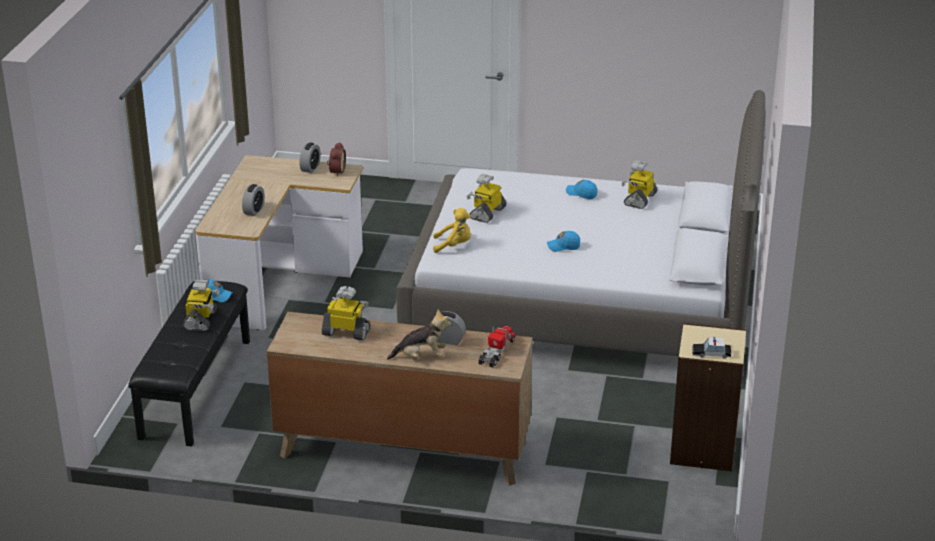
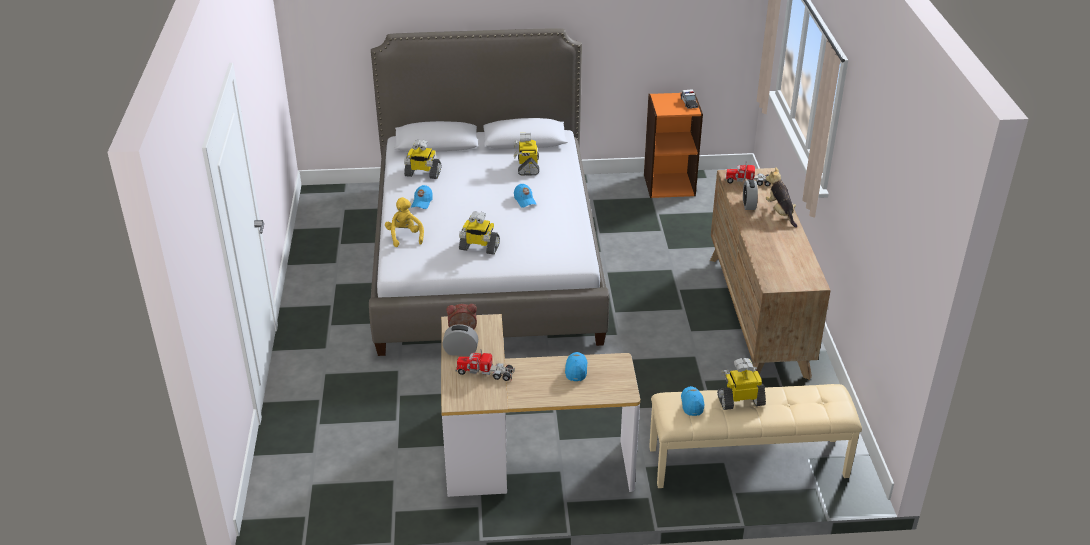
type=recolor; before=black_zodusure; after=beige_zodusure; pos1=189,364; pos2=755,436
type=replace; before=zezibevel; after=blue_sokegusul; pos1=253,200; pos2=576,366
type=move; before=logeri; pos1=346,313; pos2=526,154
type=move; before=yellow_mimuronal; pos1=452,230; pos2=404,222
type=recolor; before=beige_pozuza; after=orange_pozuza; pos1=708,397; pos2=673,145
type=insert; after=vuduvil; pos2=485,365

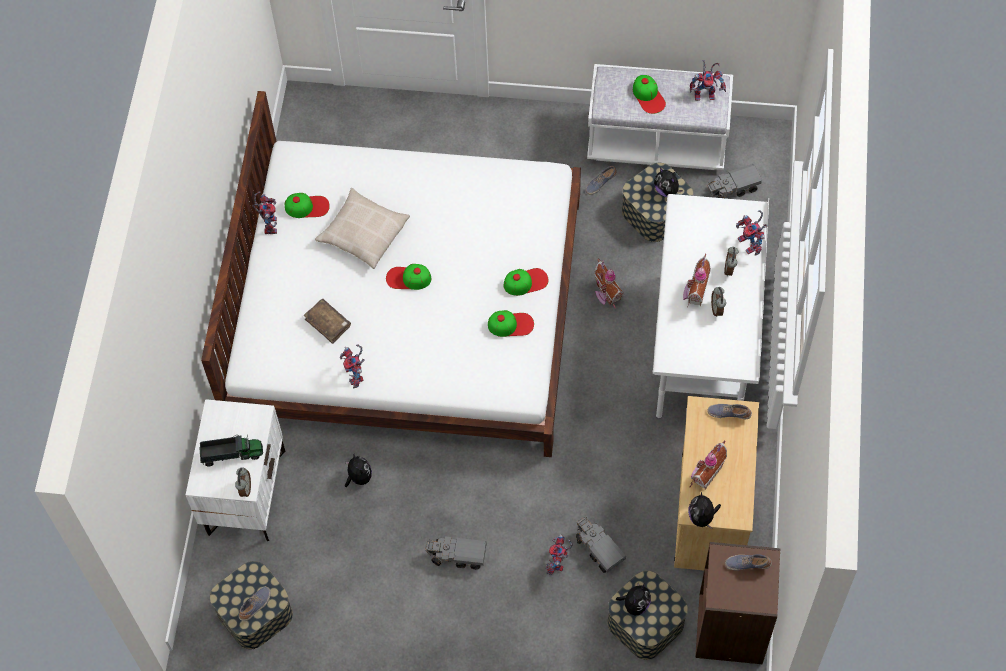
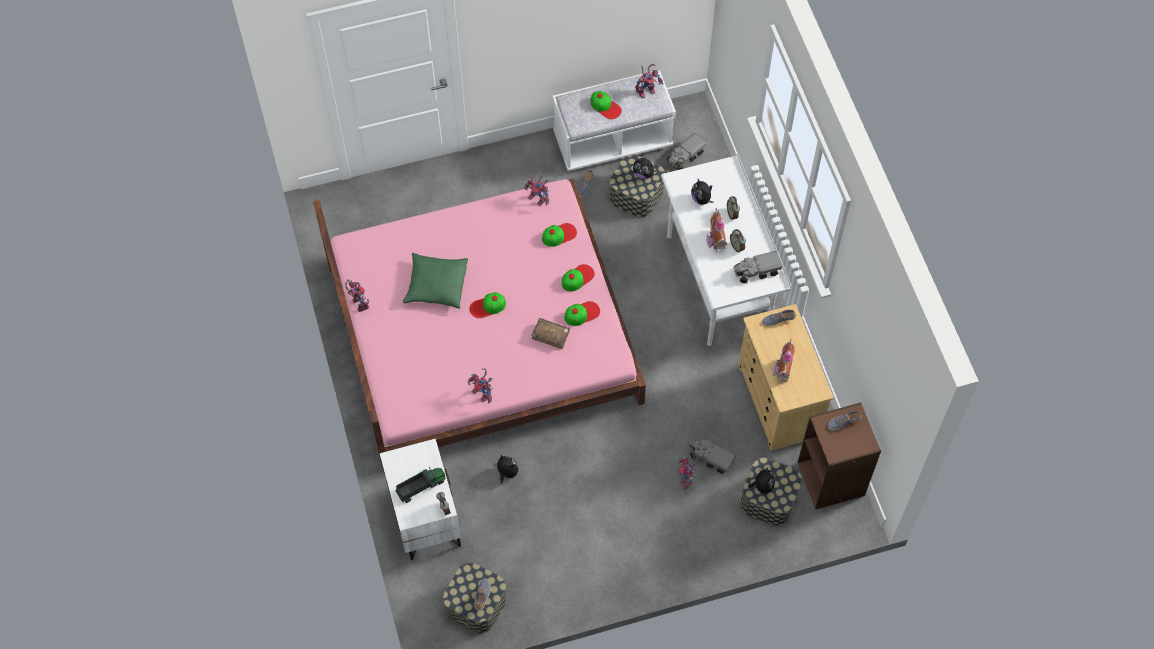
type=recolor; before=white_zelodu; after=pink_zelodu; pos1=391,274; pos2=479,325
type=move; before=sokegusul; pos1=307,205; pos2=559,235
type=move; before=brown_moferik; pos1=327,321; pos2=551,333
type=recolor; before=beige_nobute; after=green_nobute; pos1=362,228; pos2=435,281
type=move; before=vuduvil; pos1=456,553; pos2=757,267
type=delete; before=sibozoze; pos1=609,283
type=move; before=mimuronal; pos1=704,510; pos2=702,192
type=move; before=logeri; pos1=752,233; pos2=536,188

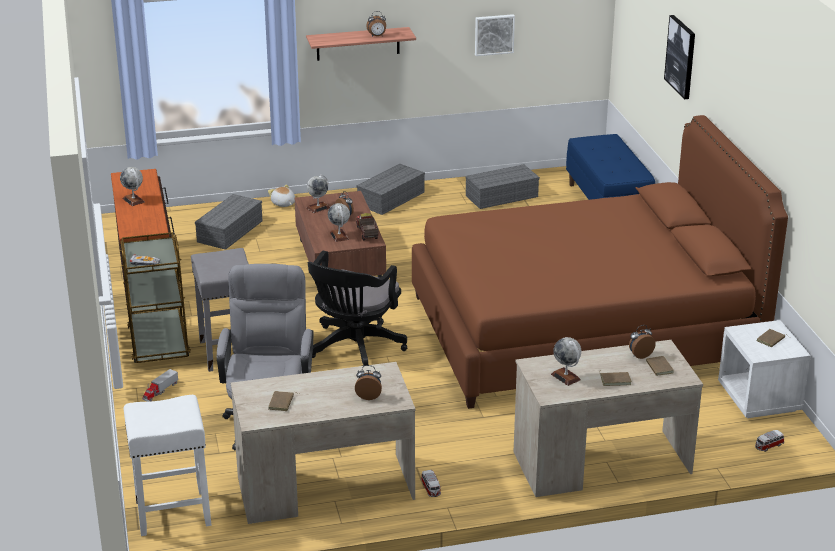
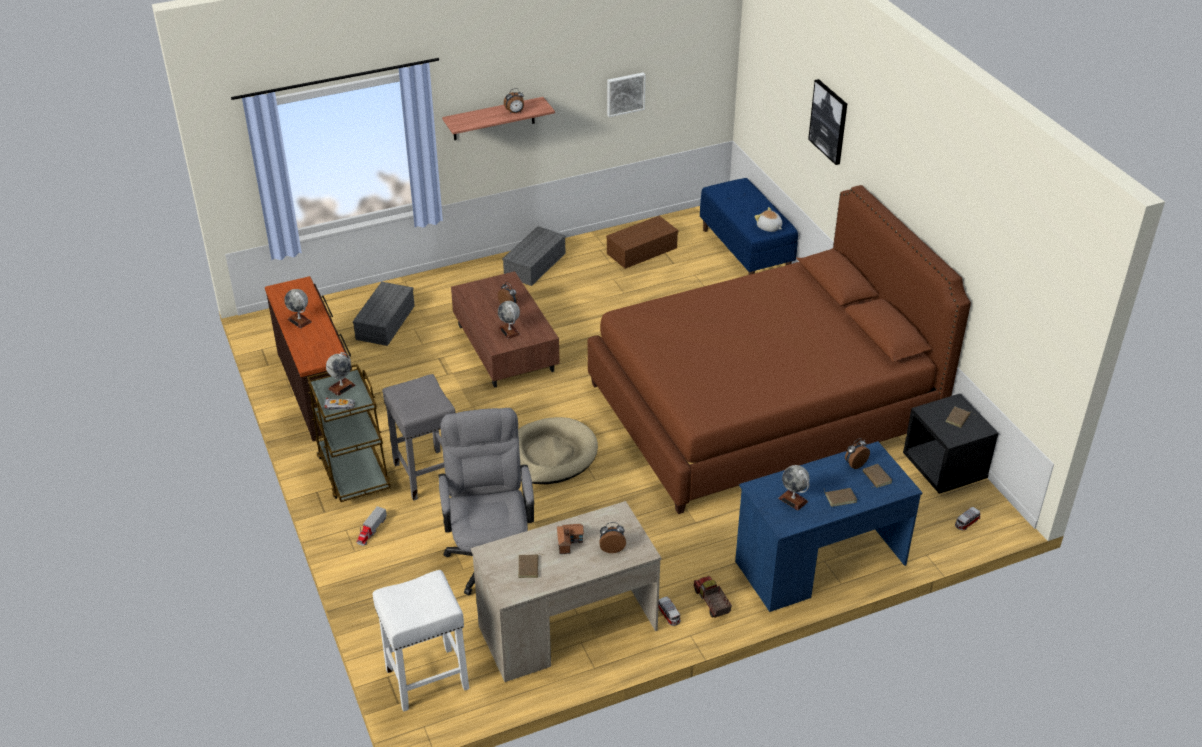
type=move; before=mimuronal; pos1=281,195; pos2=768,219
type=move; before=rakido; pos1=318,194; pos2=341,374
type=replace; before=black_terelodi; after=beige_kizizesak; pos1=357,308; pos2=558,450
type=move; before=vuduvil; pos1=367,226; pos2=712,597
type=recolor; before=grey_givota; after=brown_givota; pos1=502,186; pos2=642,242
type=recolor; before=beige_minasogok; after=blue_minasogok; pos1=608,418; pos2=829,526
type=recolor; before=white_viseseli; after=black_viseseli; pos1=764,369; pos2=950,444
type=insert; after=sibozoze; pos2=570,539

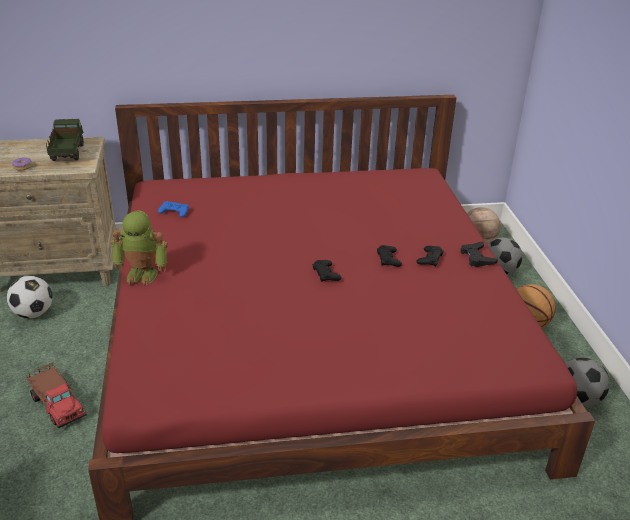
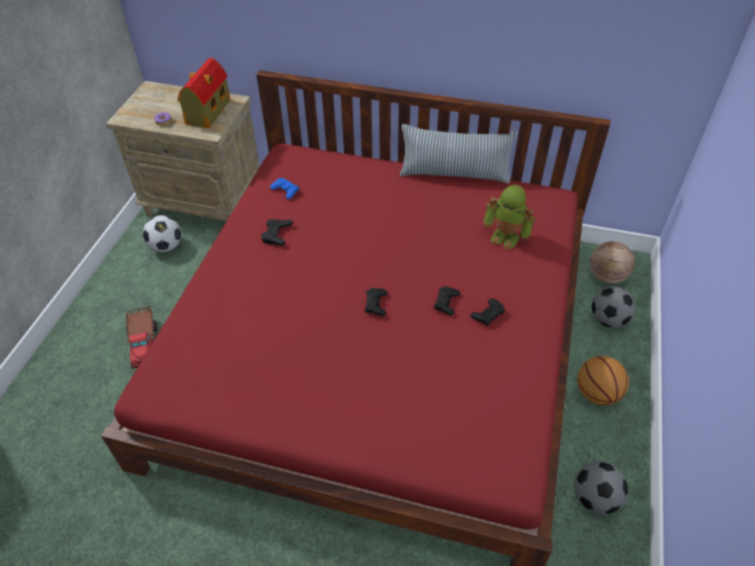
type=replace; before=vuduvil; after=sibozoze; pos1=65,140; pos2=204,93
type=move; before=logeri; pos1=139,248; pos2=509,217
type=move; before=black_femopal; pos1=479,254; pos2=277,232
type=insert; after=nobute; pos2=458,154

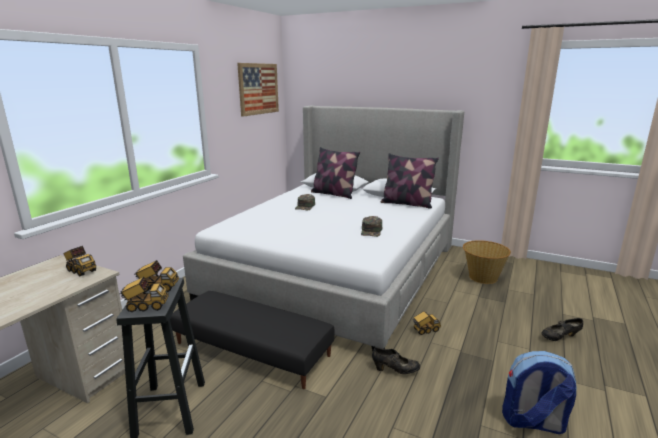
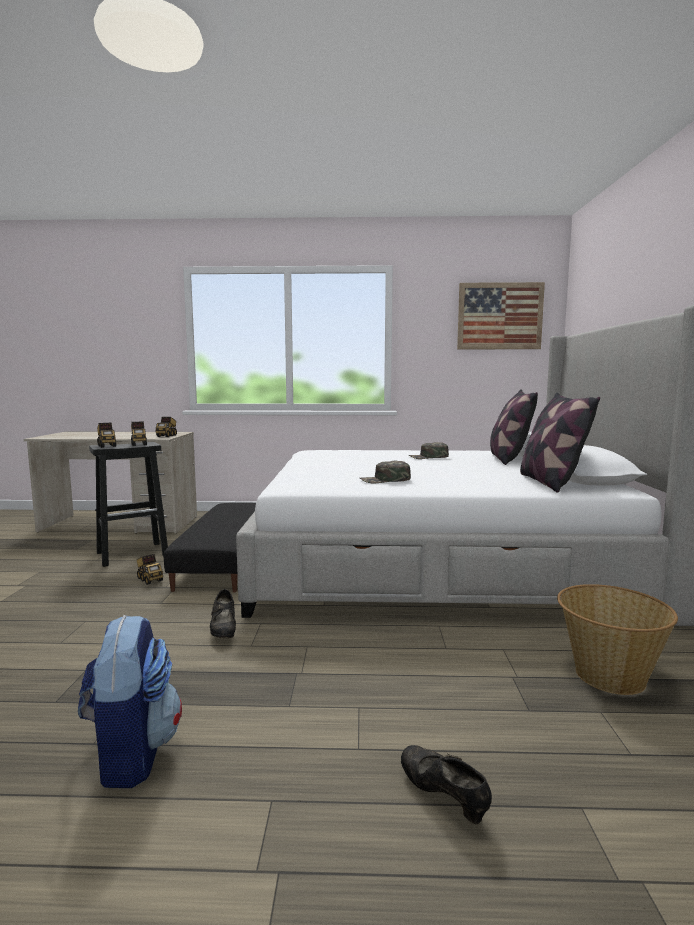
type=move; before=vuduvil; pos1=426,323; pos2=150,569

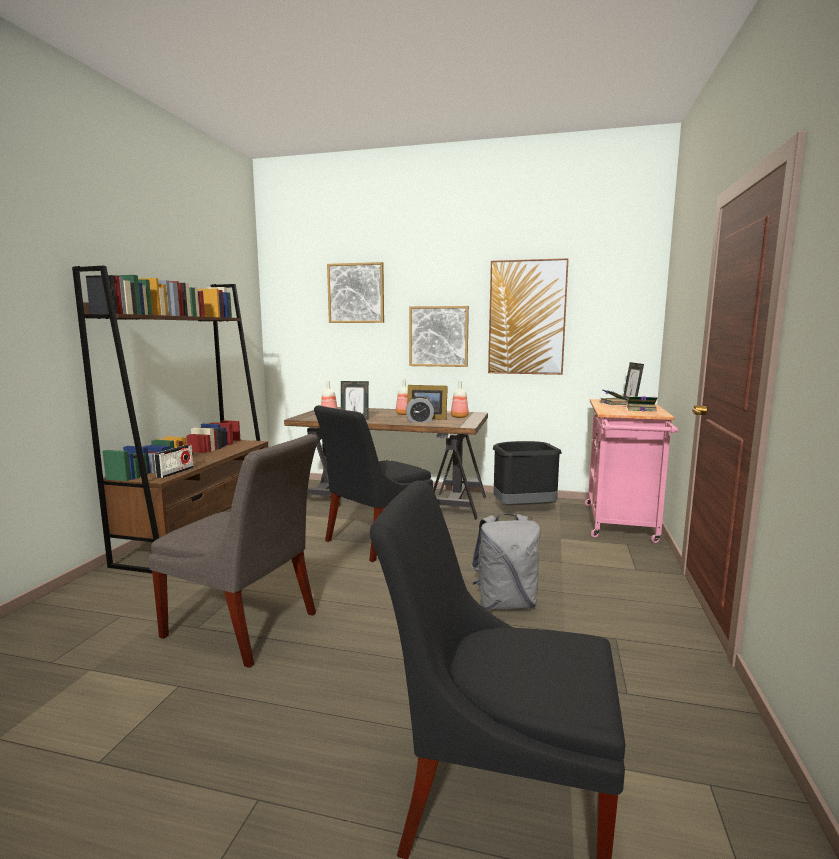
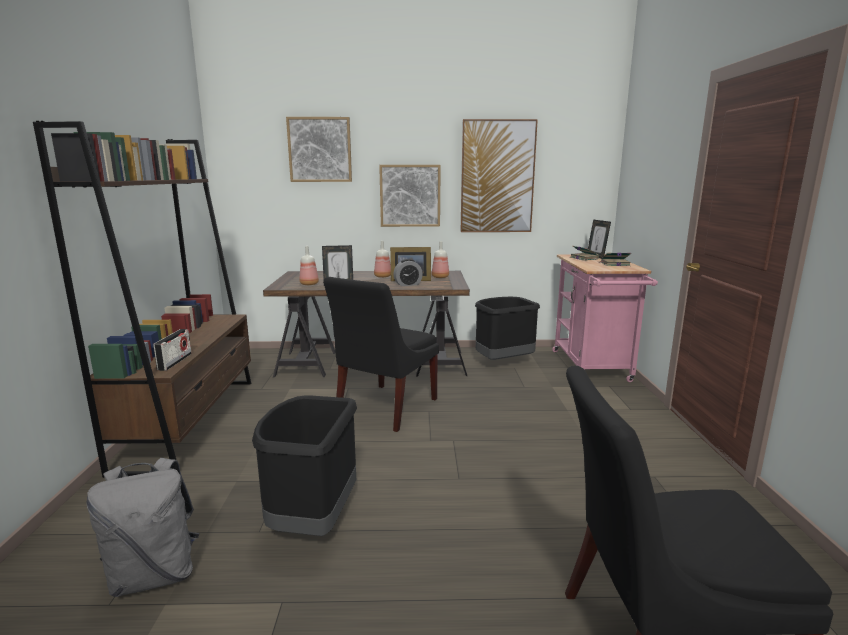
type=replace; before=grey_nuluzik; after=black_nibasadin; pos1=233,551; pos2=304,466
type=move; before=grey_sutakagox; pos1=505,562; pos2=142,527

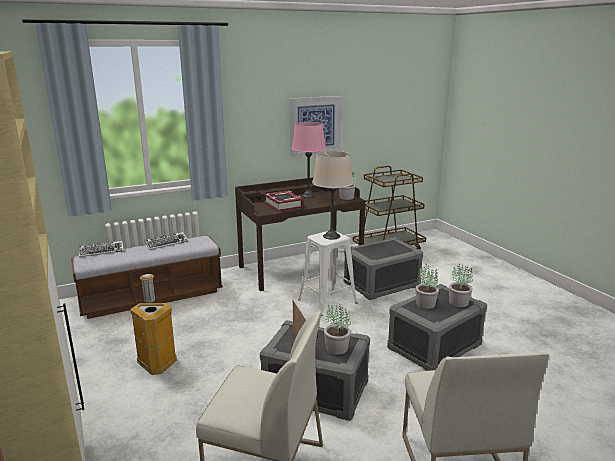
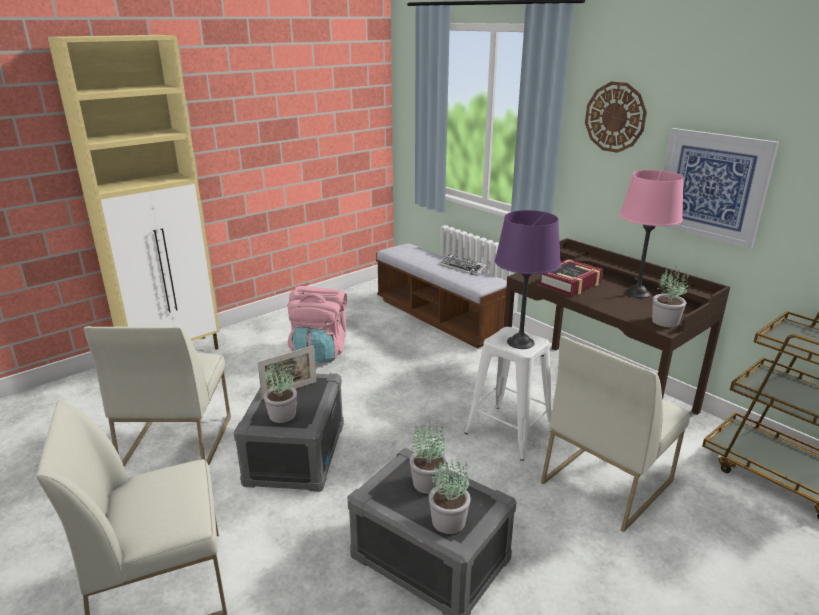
type=delete; before=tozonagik; pos1=101,249
type=replace; before=nibasadin; after=pink_sutakagox; pos1=153,324; pos2=317,324
type=recolor; before=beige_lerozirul; after=purple_lerozirul; pos1=332,195; pos2=528,279
type=replace; before=grey_givota; after=white_nuluzik; pos1=383,268; pos2=615,434
type=insert; after=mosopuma; pos2=616,117

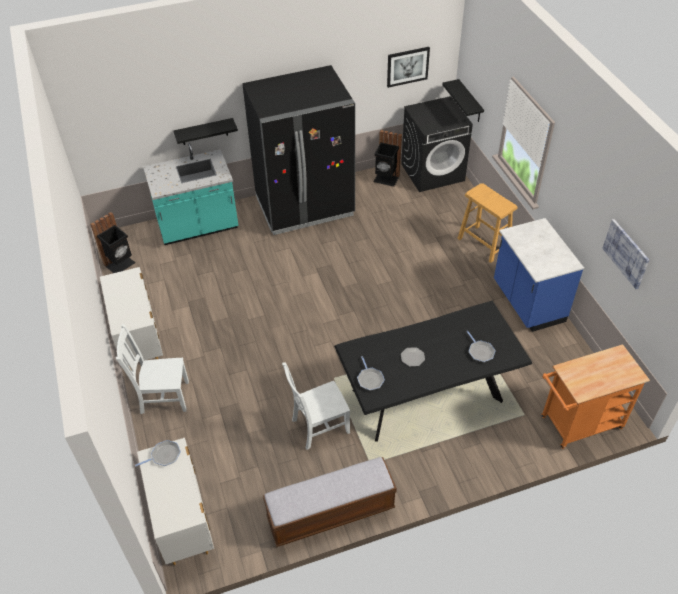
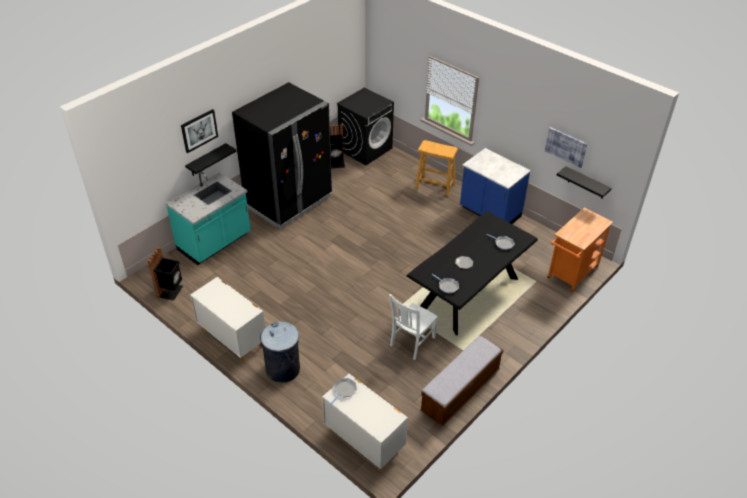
type=replace; before=white_nuluzik; after=grey_nibasadin; pos1=152,369; pos2=280,352
type=move; before=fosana; pos1=408,67; pos2=199,131
type=move; before=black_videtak; pos1=463,100; pos2=584,182

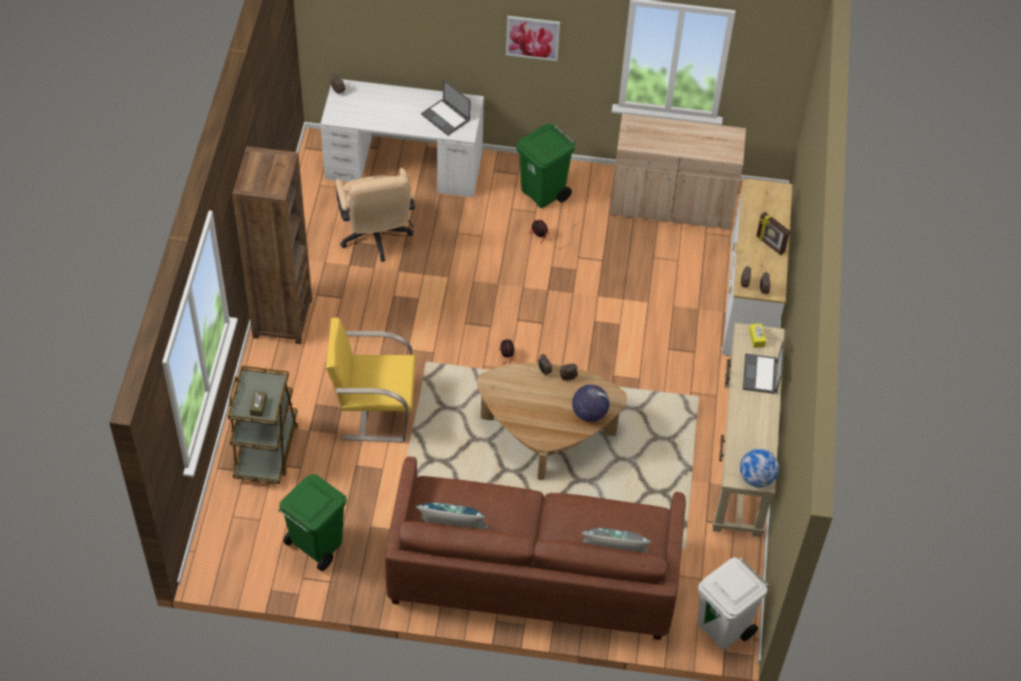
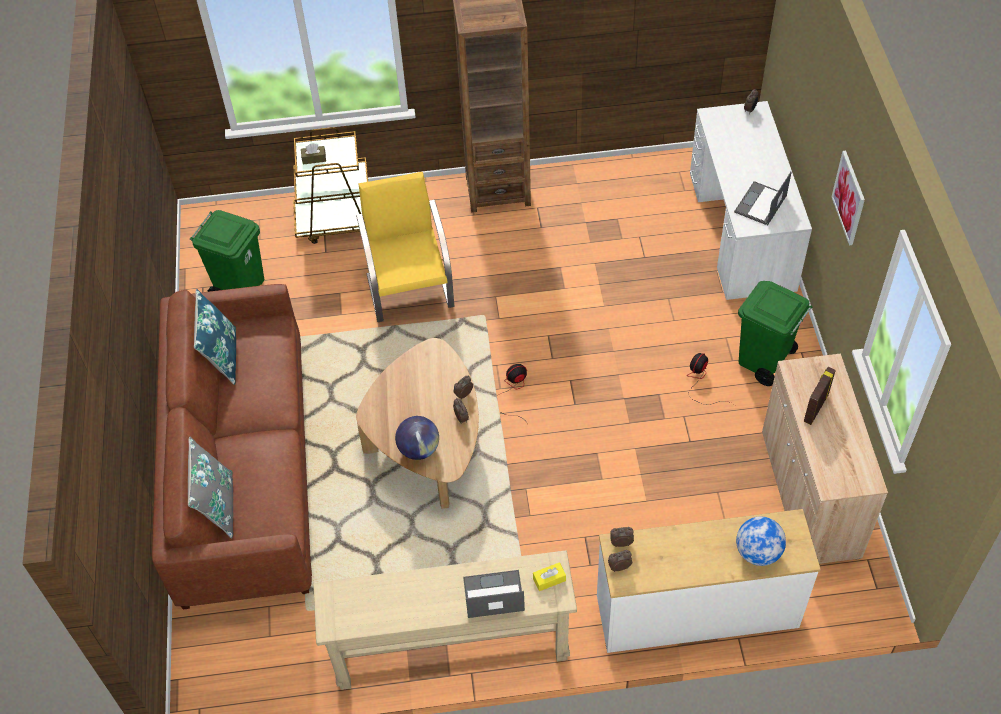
type=delete; before=beige_terelodi; pos1=375,215
type=delete; before=white_nibasadin; pos1=733,603
type=move; before=rakido; pos1=759,467; pos2=761,541
type=move; before=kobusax; pos1=773,233; pos2=820,396

